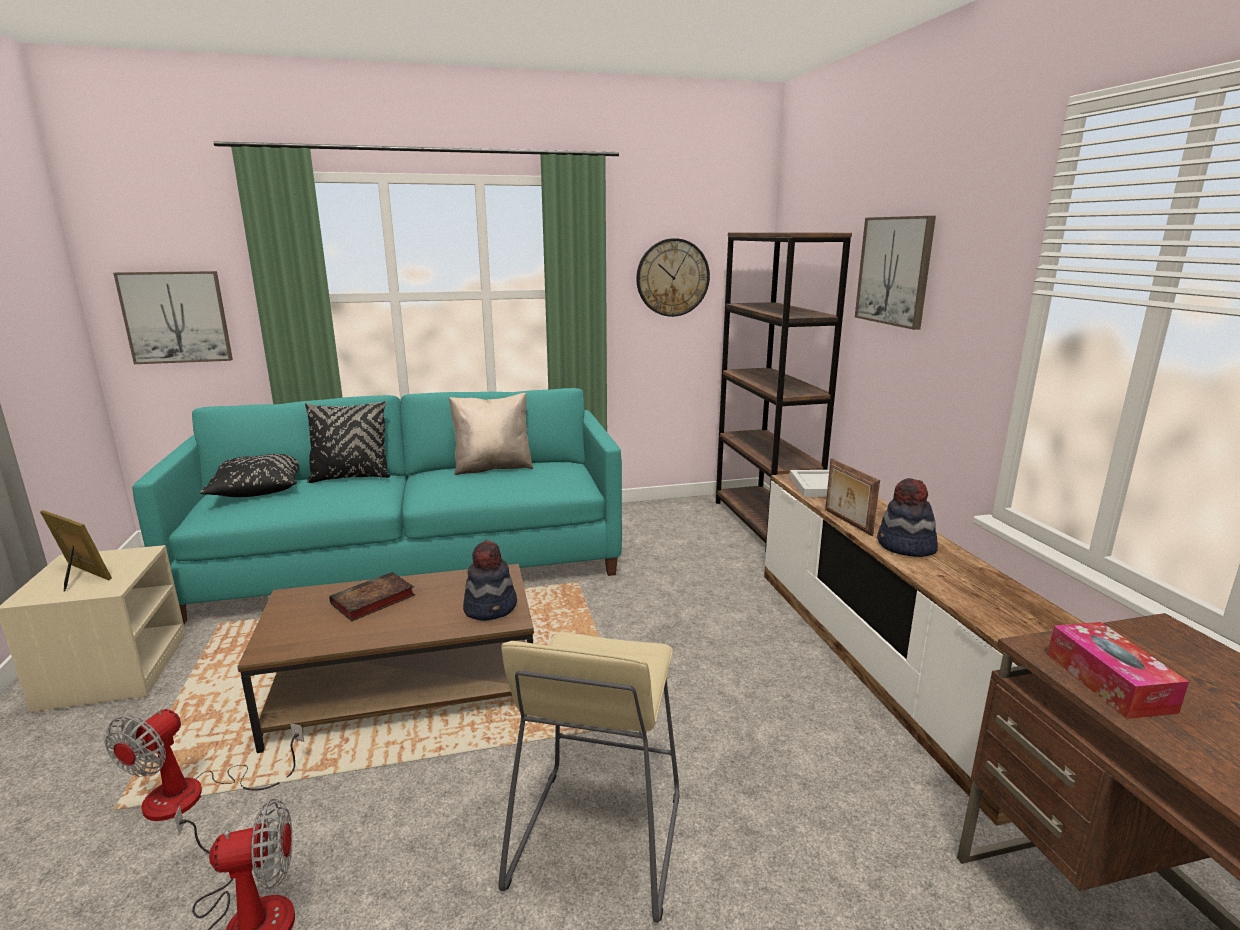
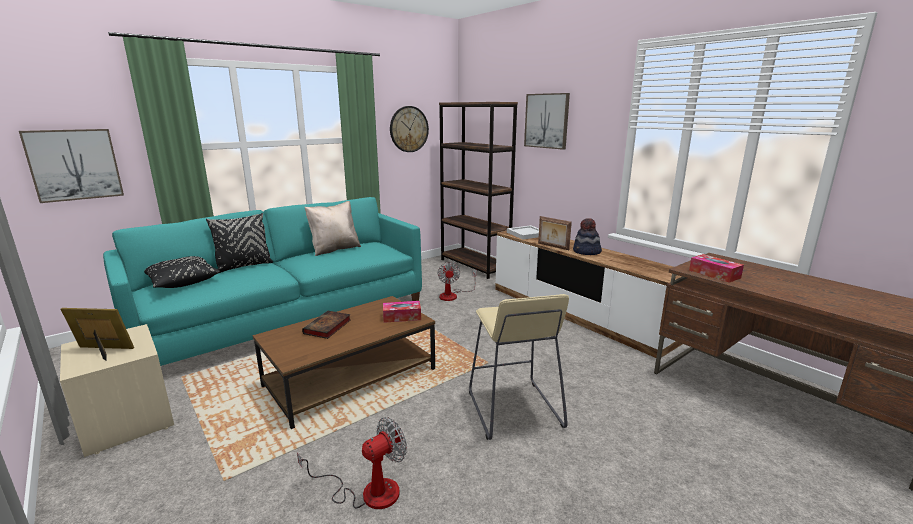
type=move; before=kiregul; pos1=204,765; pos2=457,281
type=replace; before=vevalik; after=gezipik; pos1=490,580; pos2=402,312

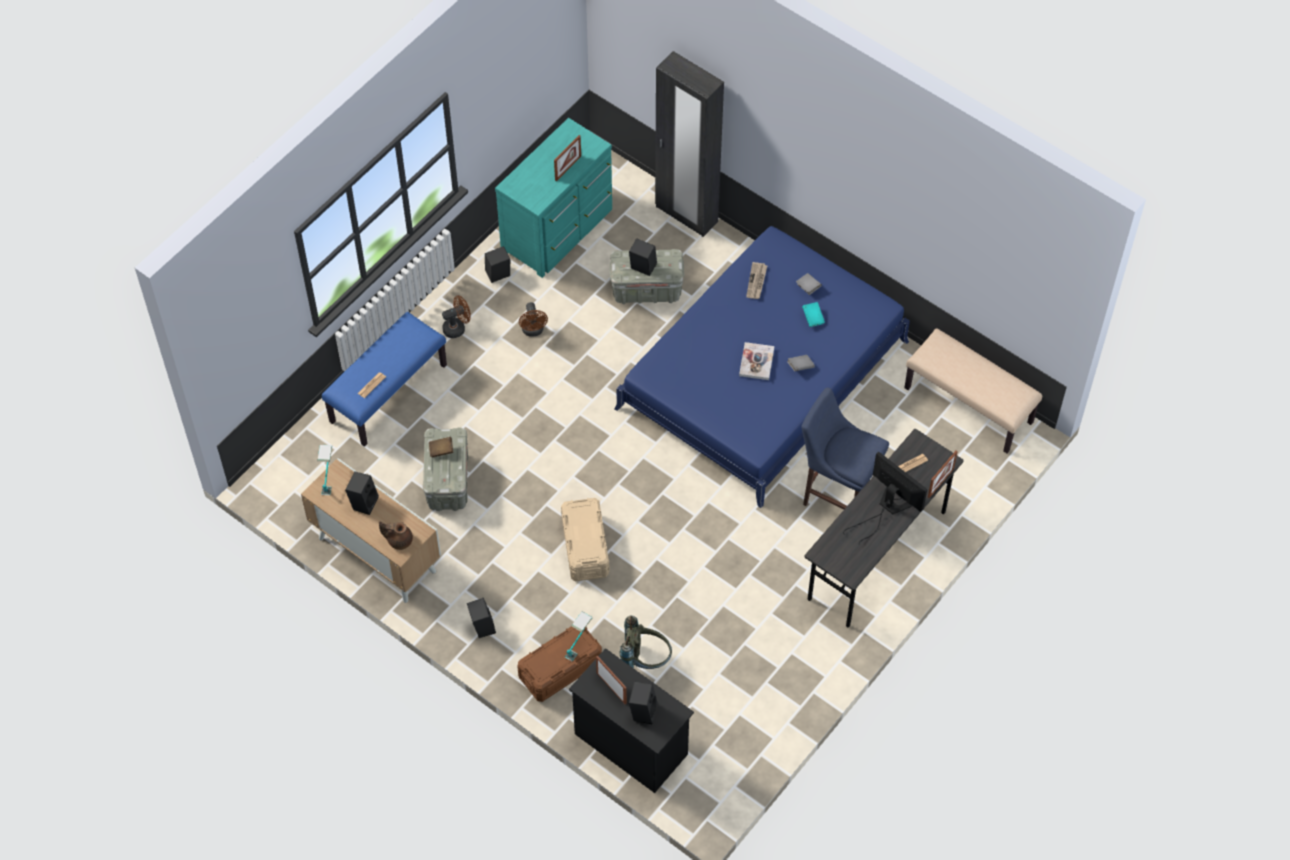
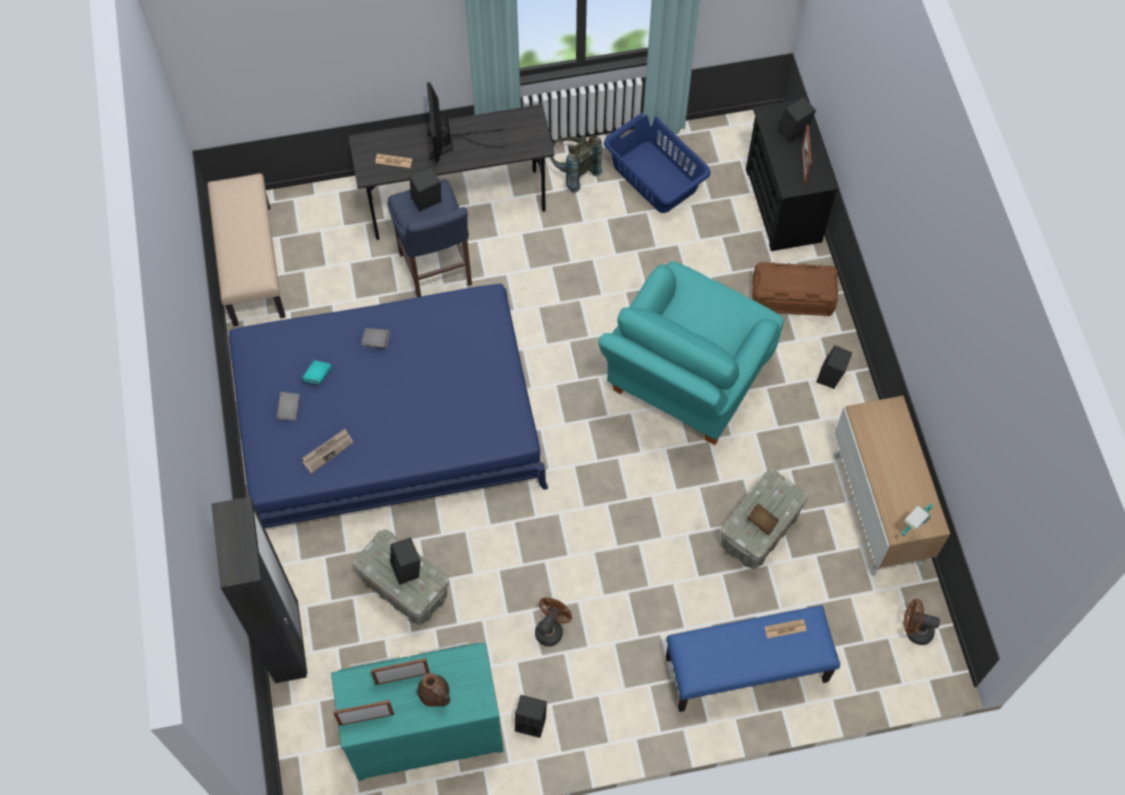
type=move; before=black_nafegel; pos1=362,493; pos2=425,189
type=move; before=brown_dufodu; pos1=396,536; pos2=434,690
type=move; before=brown_kiregul; pos1=456,316; pos2=922,622
type=replace; before=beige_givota; after=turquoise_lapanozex; pos1=585,539; pos2=691,353
type=delete; before=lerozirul; pos1=579,637
type=move; before=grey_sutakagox; pos1=646,642; pos2=576,164
type=delete; before=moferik; pos1=756,361
type=move; before=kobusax; pos1=943,474; pos2=363,713
type=insert; after=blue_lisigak; pos2=657,162

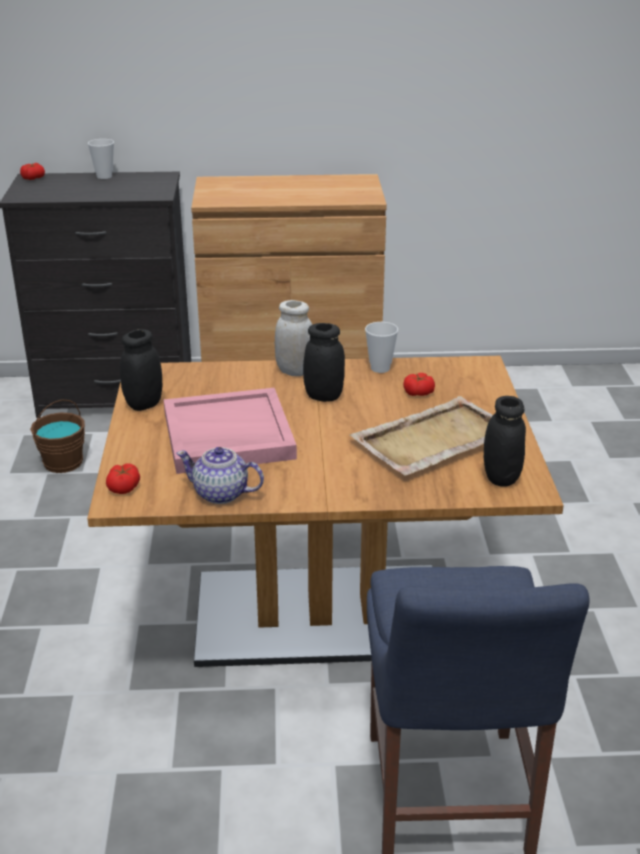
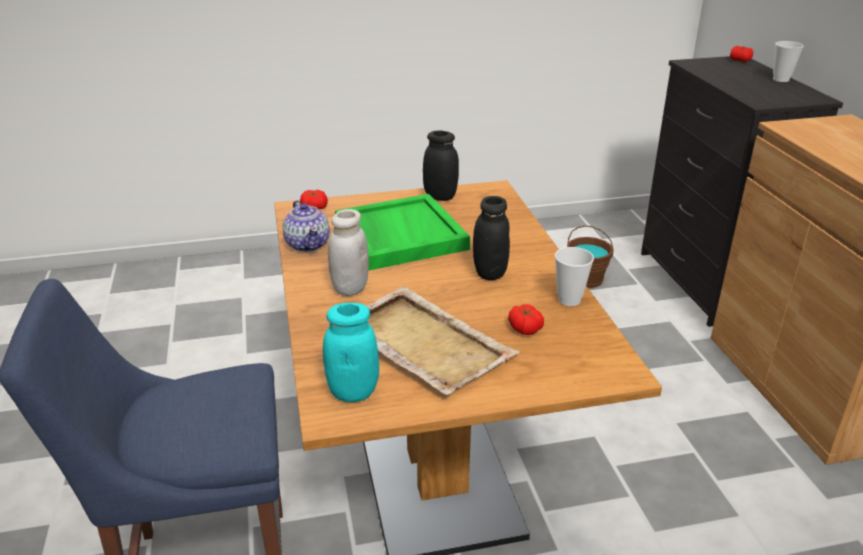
type=recolor; before=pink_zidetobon; after=green_zidetobon; pos1=230,431; pos2=402,232
type=rotate; before=dufodu; pos1=220,475; pos2=306,226; turn=150
type=move; before=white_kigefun; pos1=293,338; pos2=348,252
type=recolor; before=black_kigefun; after=turquoise_kigefun; pos1=505,441; pos2=351,352

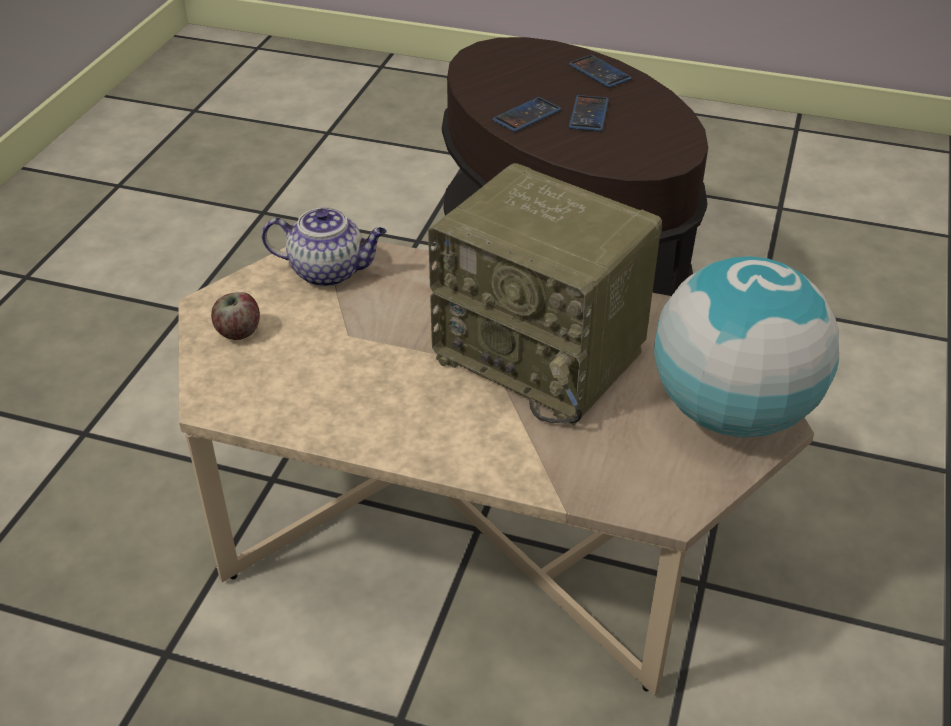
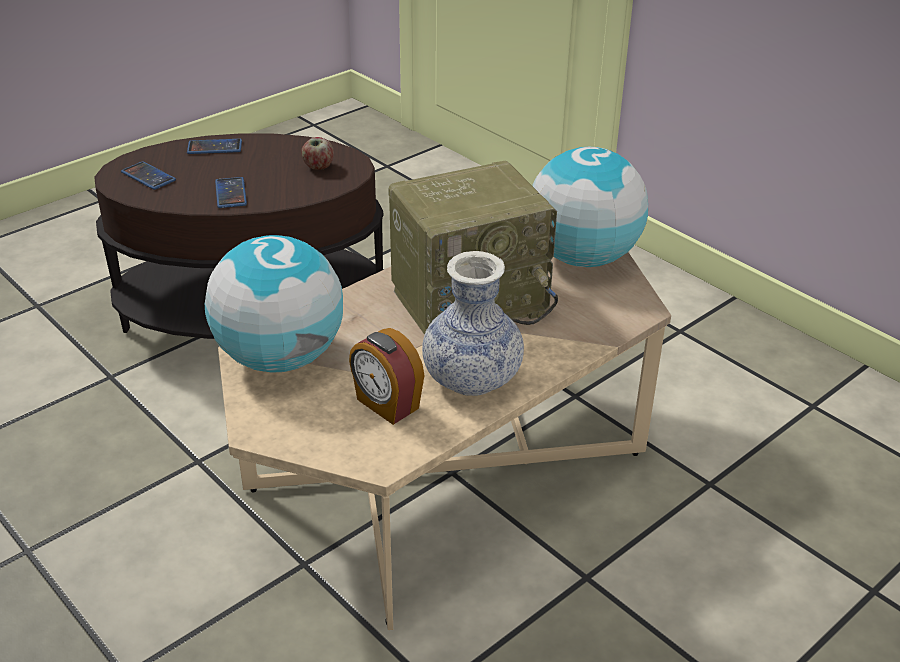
type=move; before=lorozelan; pos1=235,316; pos2=317,153
type=replace; before=dufodu; after=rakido; pos1=324,247; pos2=274,304
type=move; before=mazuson; pos1=589,113; pos2=148,175
type=insert; after=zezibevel; pos2=386,376
type=insert; after=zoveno; pos2=473,323

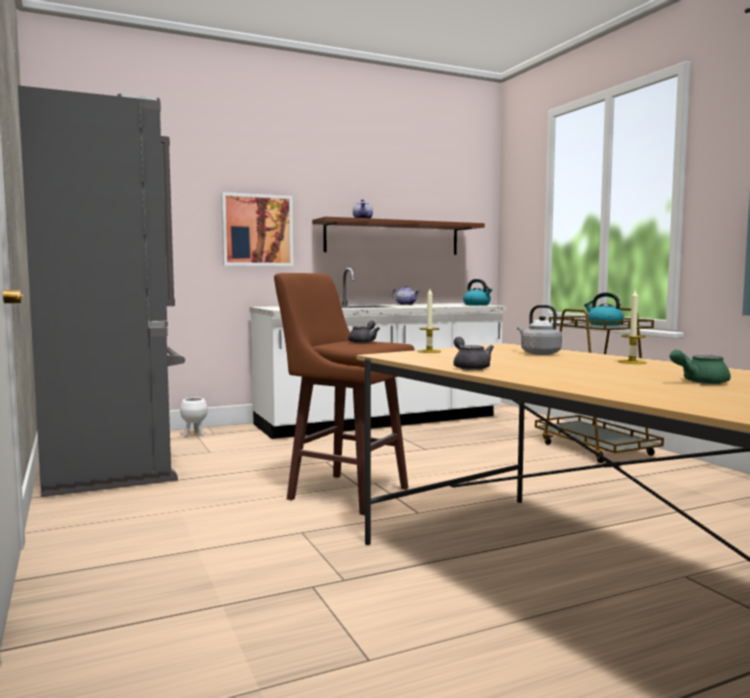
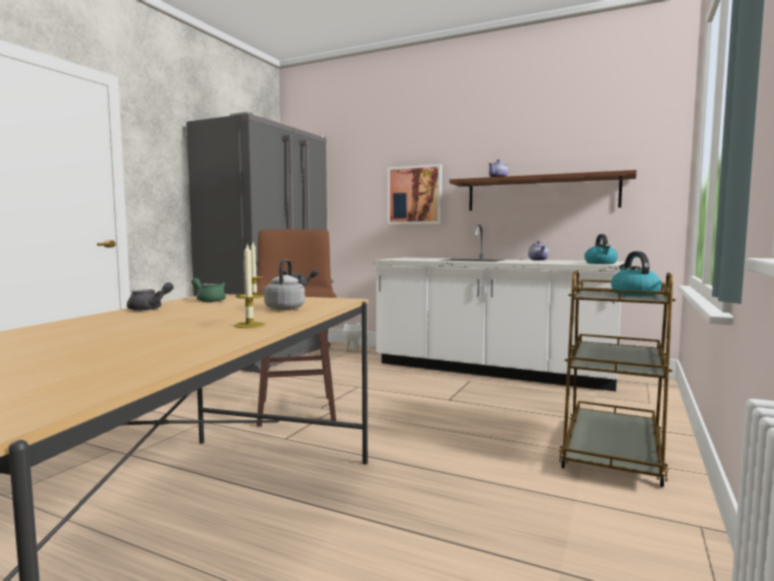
type=move; before=green_dufodu; pos1=700,367; pos2=208,290

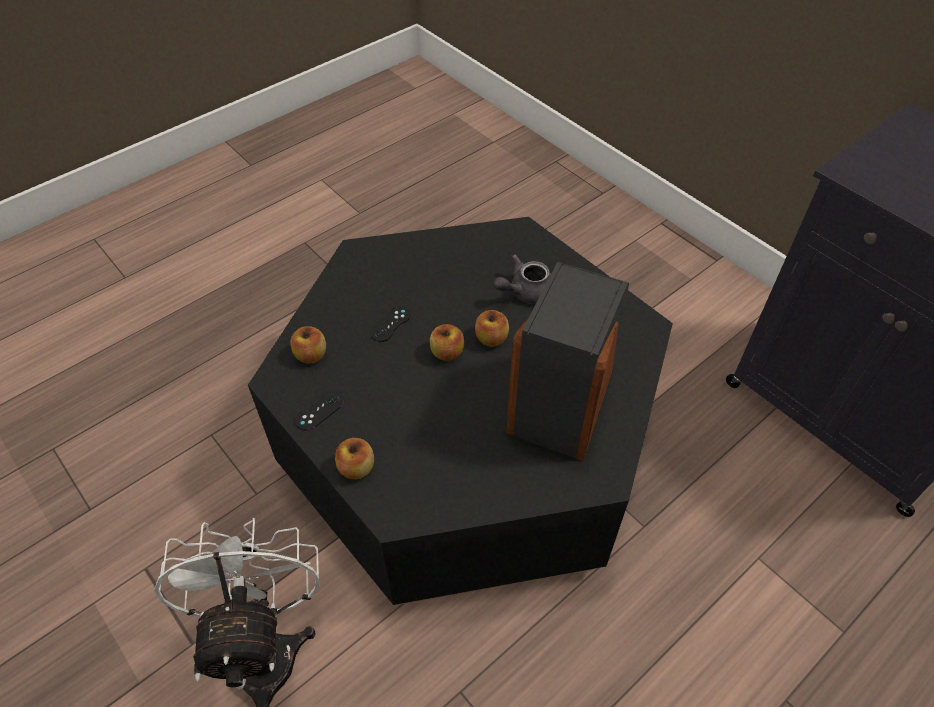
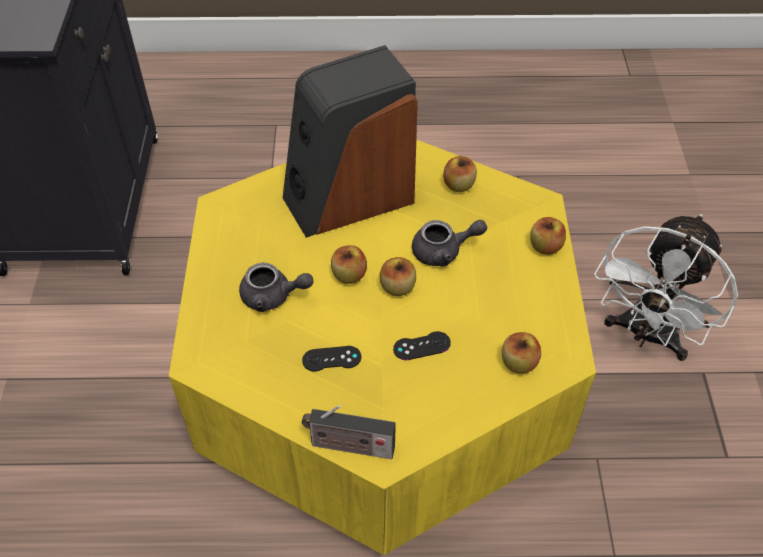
type=recolor; before=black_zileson; after=yellow_zileson; pos1=460,411; pos2=382,347
type=move; before=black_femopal; pos1=319,411; pos2=331,359
type=insert; after=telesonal; pos2=349,432
type=insert; after=grey_dufodu; pos2=449,243
type=insert; after=lorozelan; pos2=460,174

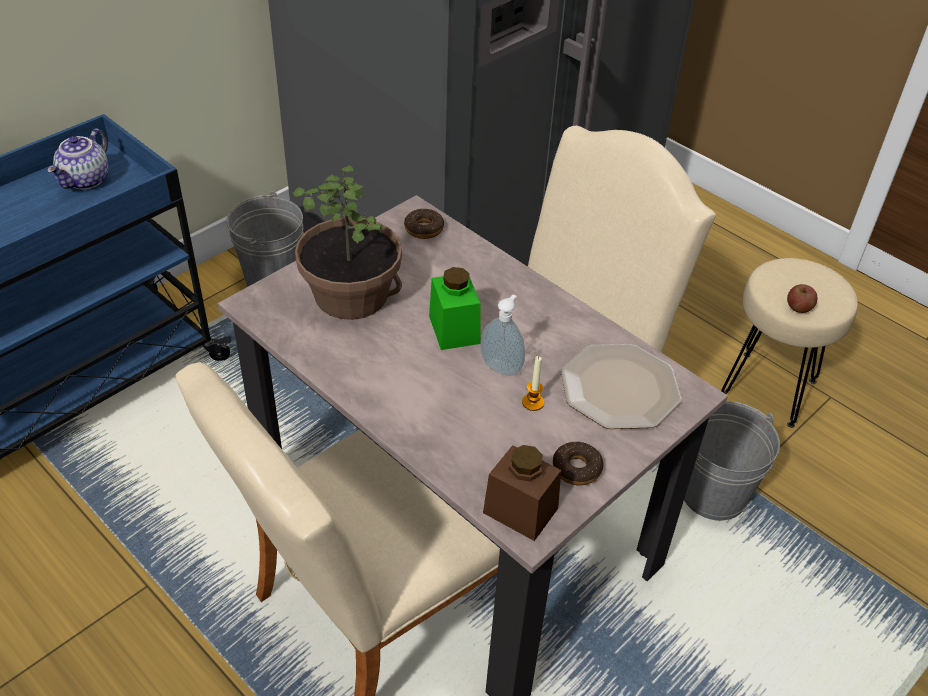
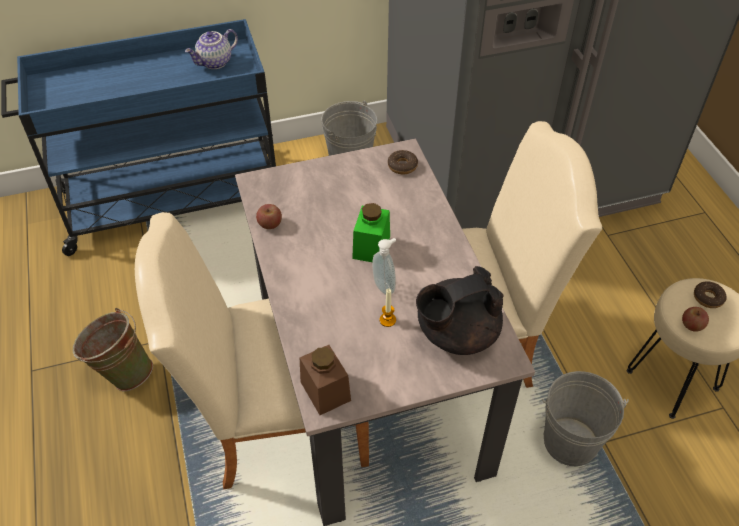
type=delete; before=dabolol; pos1=347,242
type=move; before=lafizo; pos1=578,464; pos2=710,294
type=replace; before=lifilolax; after=black_dufodu; pos1=621,386; pos2=460,310
type=insert; after=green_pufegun; pos2=112,349
type=insert; after=lorozelan; pos2=269,216

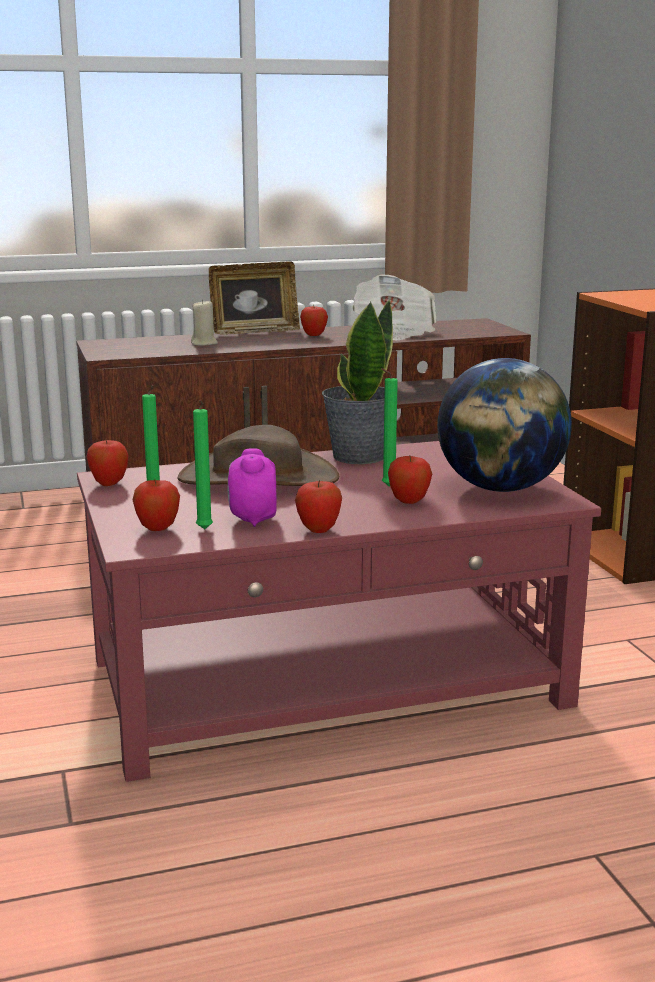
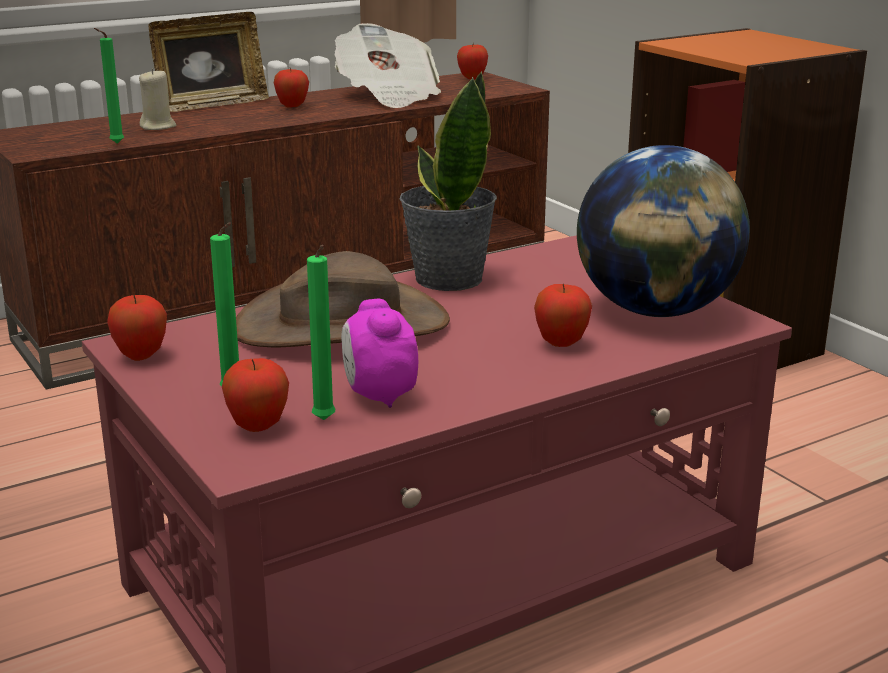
type=move; before=lorozelan; pos1=318,506; pos2=472,61
type=move; before=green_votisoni; pos1=389,427; pos2=109,86

